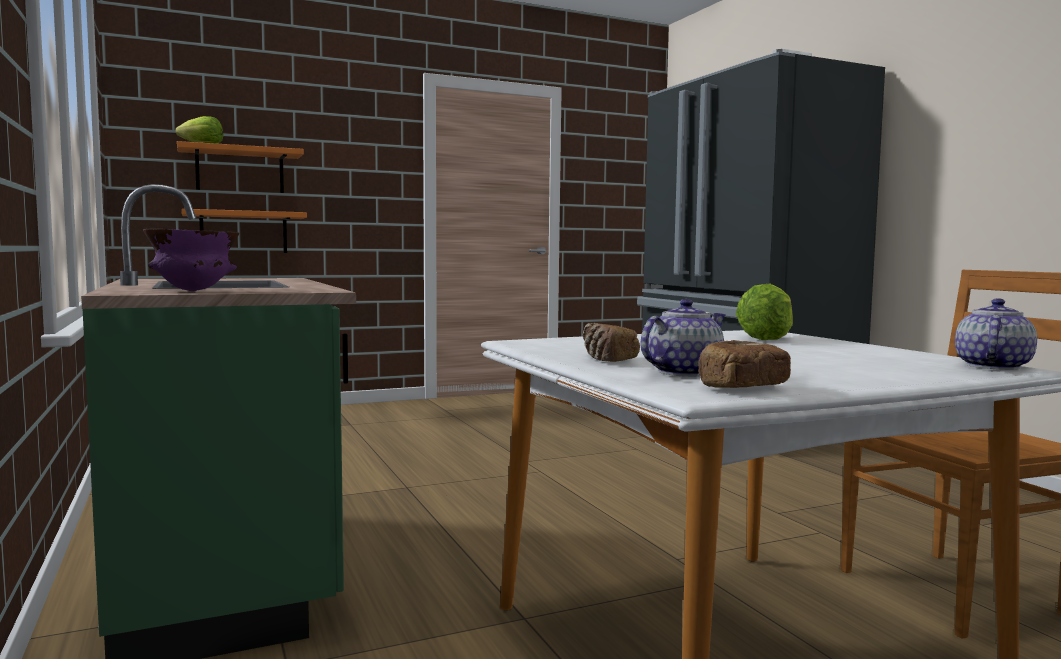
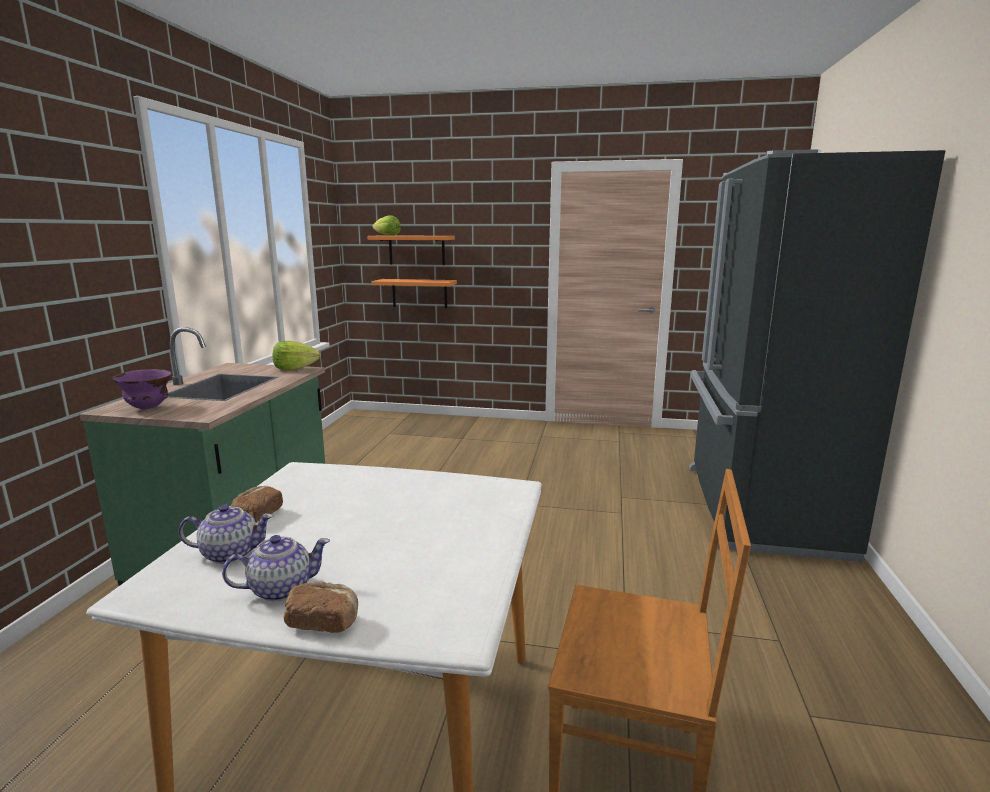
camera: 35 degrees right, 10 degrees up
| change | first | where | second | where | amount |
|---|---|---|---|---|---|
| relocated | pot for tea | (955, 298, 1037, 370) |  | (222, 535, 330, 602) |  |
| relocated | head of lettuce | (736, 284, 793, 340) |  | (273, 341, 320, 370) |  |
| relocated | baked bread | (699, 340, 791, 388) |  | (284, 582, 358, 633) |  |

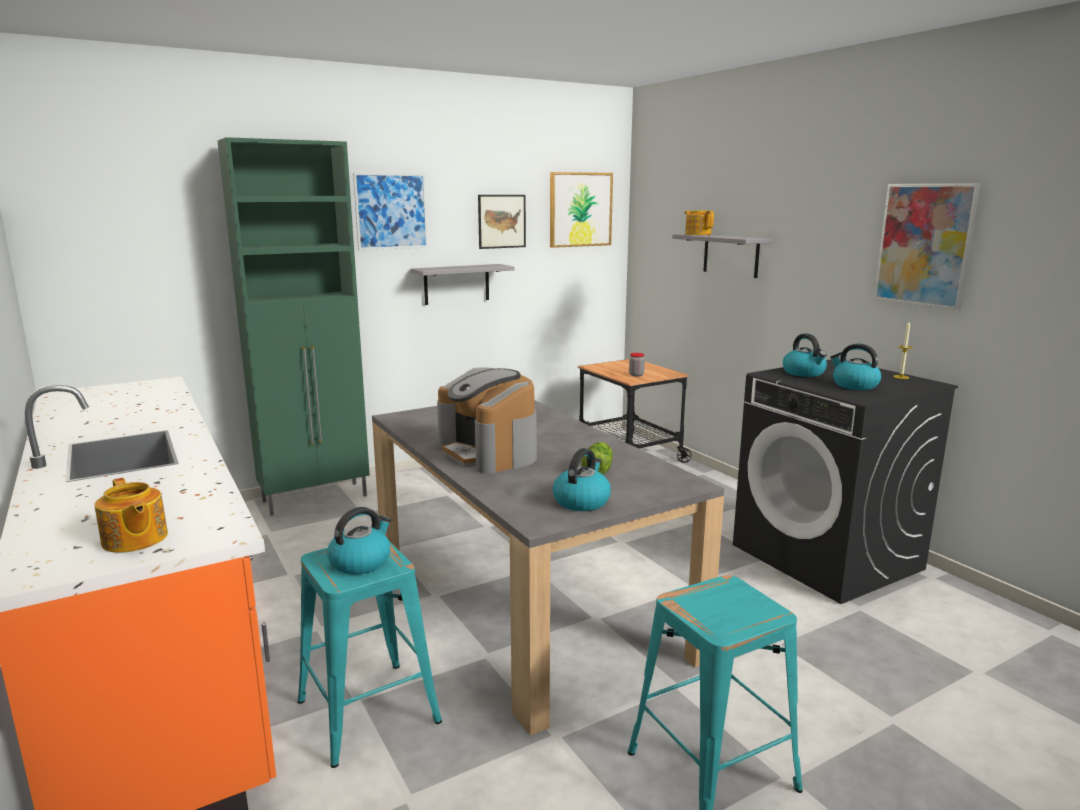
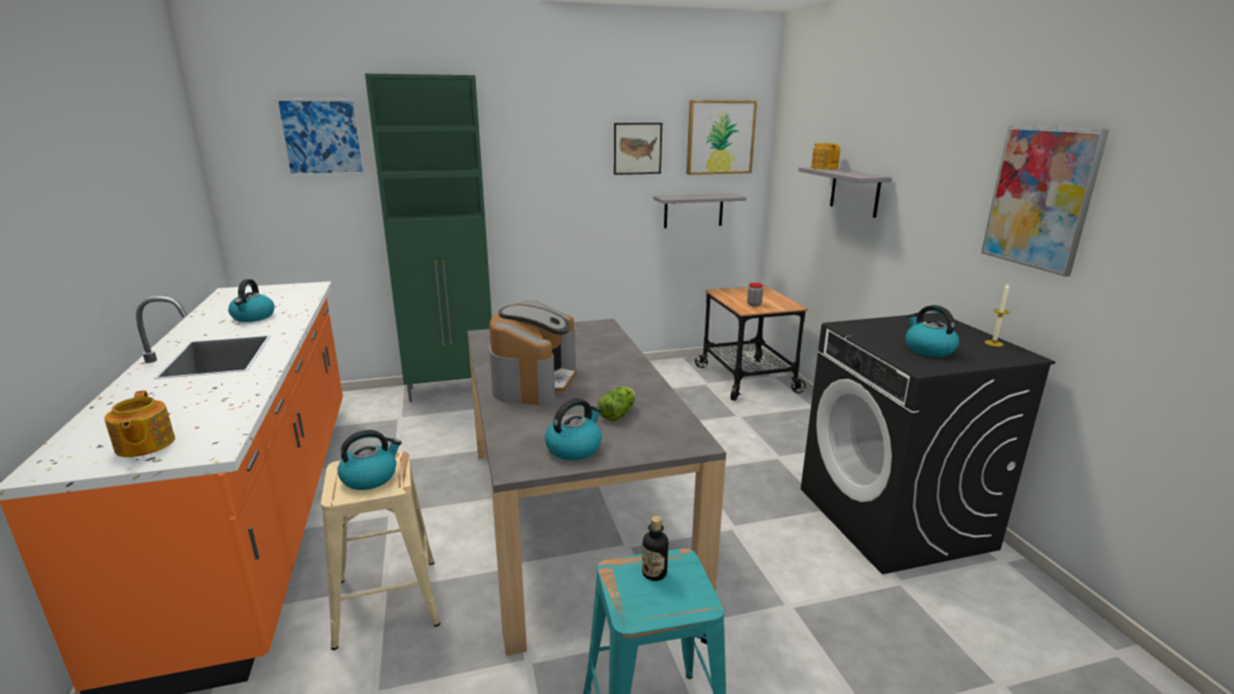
camera: 15 degrees right, 5 degrees up
| change | first | where | second | where | amount |
|---|---|---|---|---|---|
| relocated | tea kettle | (783, 333, 827, 377) |  | (228, 279, 274, 322) |  |
| relocated | picture | (353, 172, 428, 250) |  | (275, 98, 366, 176) |  |
| colour | turquoise-coloured sitting stool | (298, 541, 442, 768) | sand-coloured sitting stool | (321, 452, 440, 650) |  |
| spun | coffee brewer | (437, 367, 537, 474) |  | (489, 301, 577, 406) | 150 degrees counterclockwise |
| appeared |  |  | bottle | (642, 516, 668, 581) |  |
| relocated | gray bracket shelf | (410, 264, 514, 305) |  | (653, 193, 747, 228) |  |

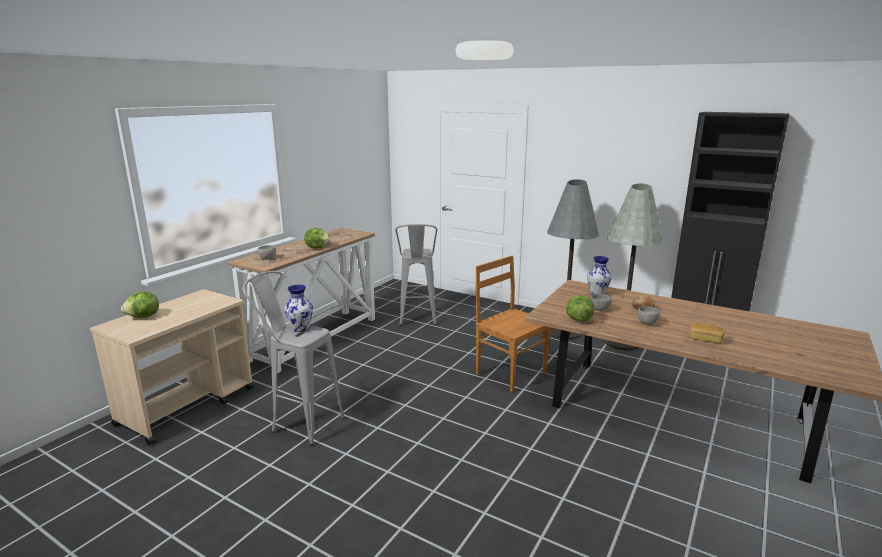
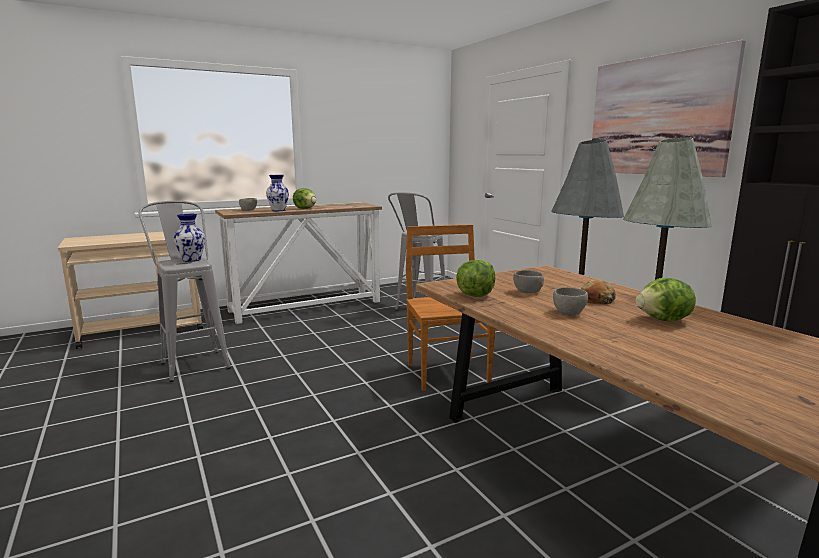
camera: 30 degrees right, 5 degrees down
| change | first | where | second | where | amount |
|---|---|---|---|---|---|
| relocated | vase | (587, 256, 612, 295) |  | (266, 175, 289, 211) |  |
| appeared |  |  | picture | (592, 40, 746, 177) |  |
| relocated | head of lettuce | (121, 291, 159, 318) |  | (635, 278, 696, 322) |  |
| missing | baked bread | (690, 323, 725, 344) |  |  |  |

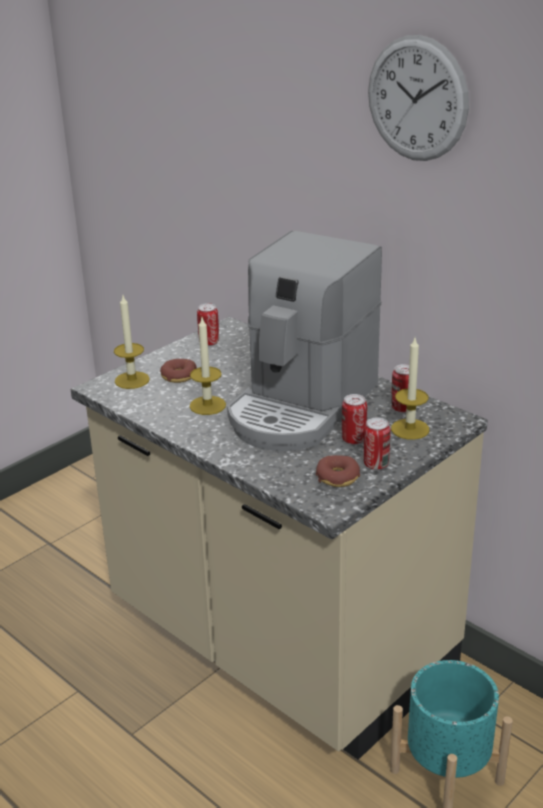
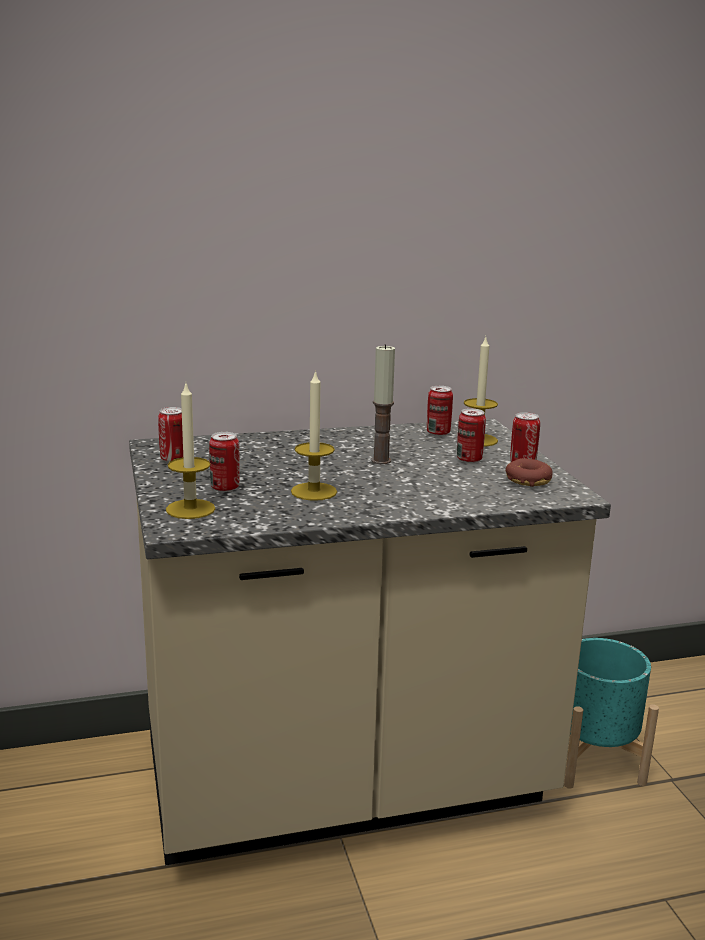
camera: 60 degrees left, 10 degrees down
| change | first | where | second | where | amount |
|---|---|---|---|---|---|
| exchanged | doughnut | (160, 359, 197, 383) | can | (209, 432, 240, 492) |  |
| exchanged | coffee brewer | (227, 231, 382, 451) | wax candle | (371, 344, 395, 464) |  |
| missing | wall clock | (368, 35, 469, 161) |  |  |  |

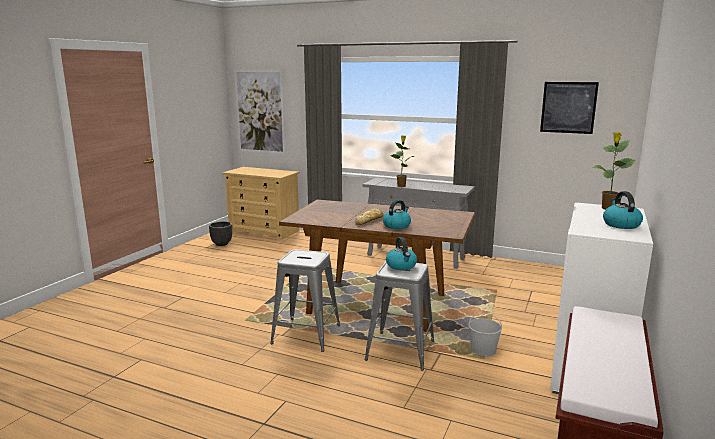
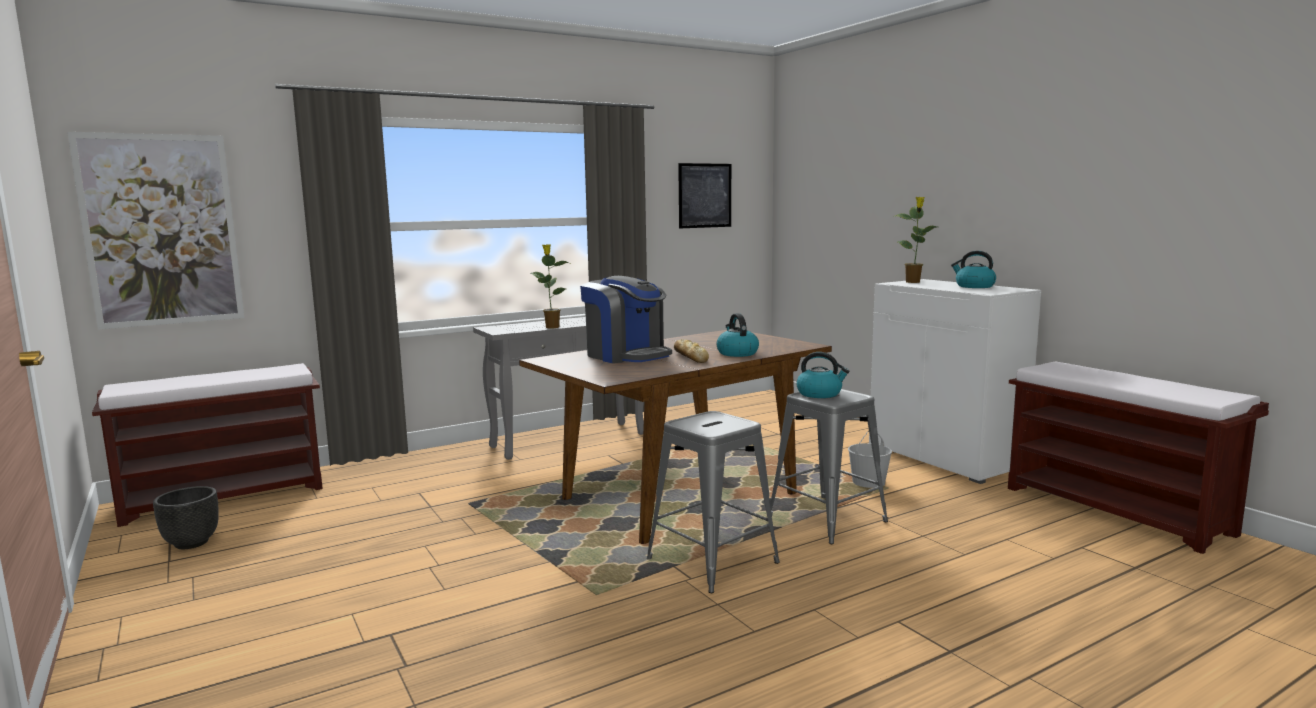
camera: 55 degrees left, 5 degrees down
| change | first | where | second | where | amount |
|---|---|---|---|---|---|
| exchanged | sand-coloured dresser | (222, 167, 300, 240) | brown bench | (92, 363, 323, 527) |  |
| appeared |  |  | coffee brewer | (580, 276, 672, 363) |  |

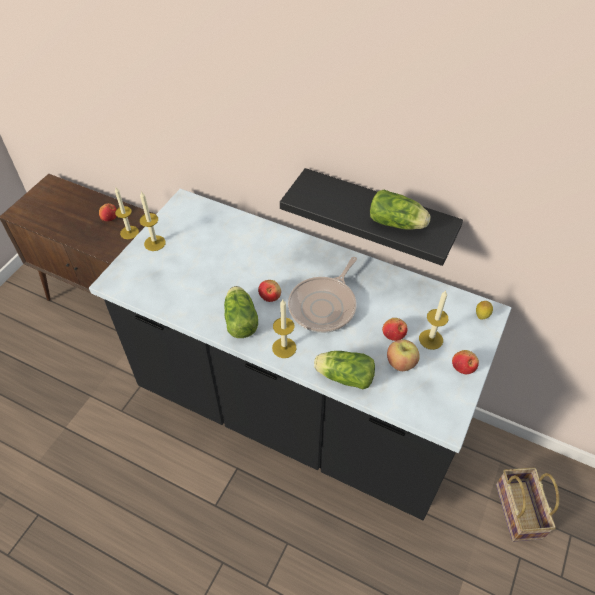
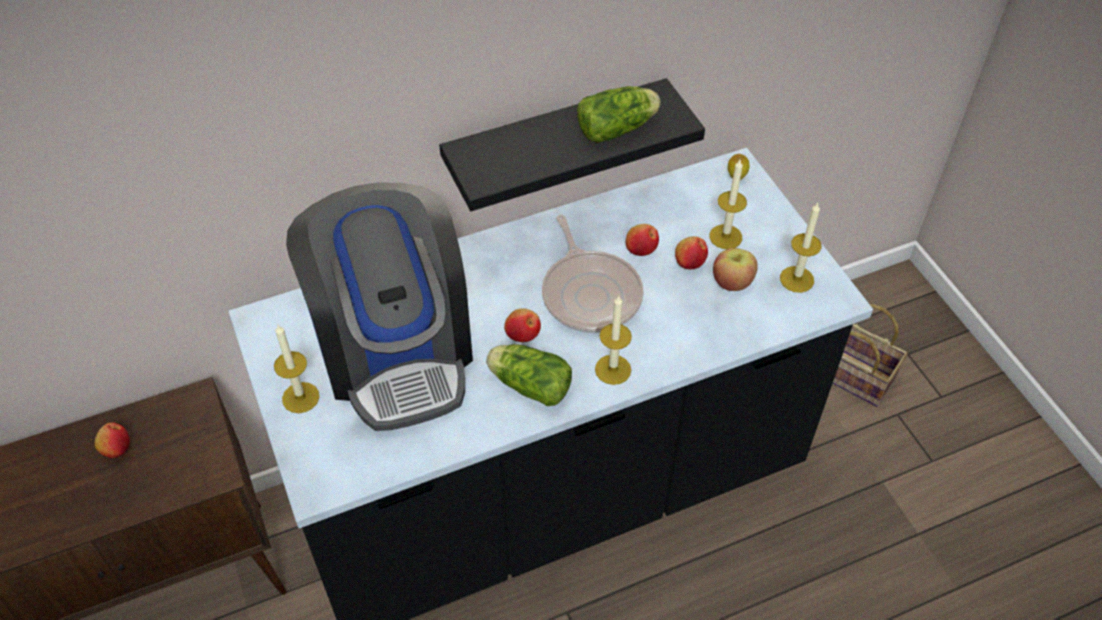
camera: 50 degrees left, 0 degrees up
| change | first | where | second | where | amount |
|---|---|---|---|---|---|
| appeared |  |  | coffee brewer | (286, 182, 473, 431) |  |
| relocated | whole apple | (452, 350, 479, 374) |  | (626, 224, 659, 256) |  |
| relocated | wax candle | (115, 188, 139, 239) |  | (780, 203, 822, 293) |  |
| missing | head of lettuce | (314, 351, 375, 389) |  |  |  |

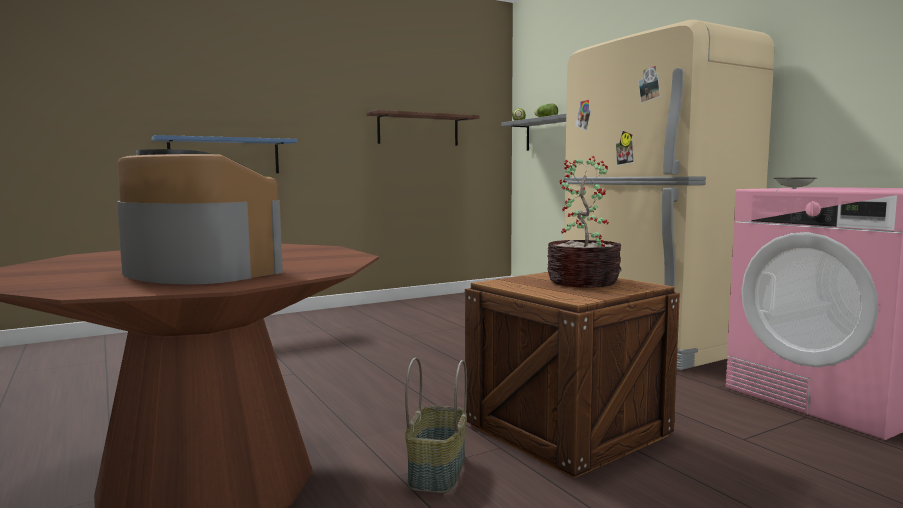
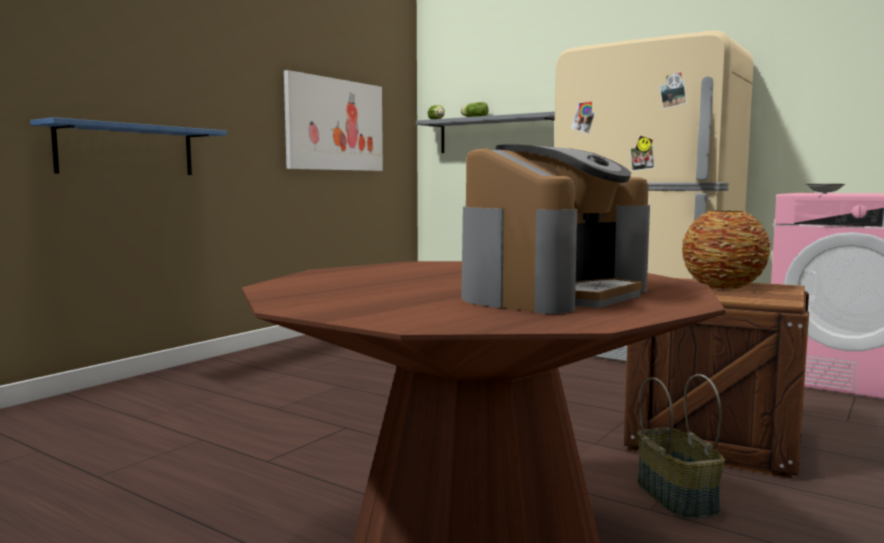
camera: 25 degrees left, 0 degrees up
| change | first | where | second | where | amount |
|---|---|---|---|---|---|
| exchanged | brown bracket shelf | (366, 110, 479, 146) | picture | (284, 70, 383, 171) |  |
| spun | coffee brewer | (117, 149, 283, 285) |  | (461, 144, 650, 314) | 120 degrees clockwise |
| exchanged | houseplant | (547, 156, 621, 288) | vase | (682, 210, 770, 289) |  |

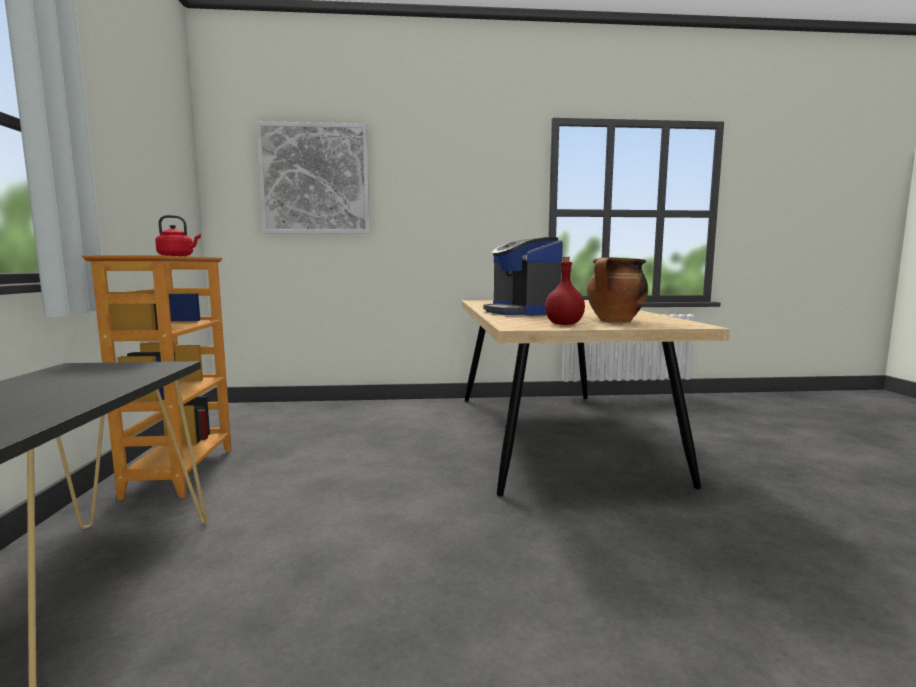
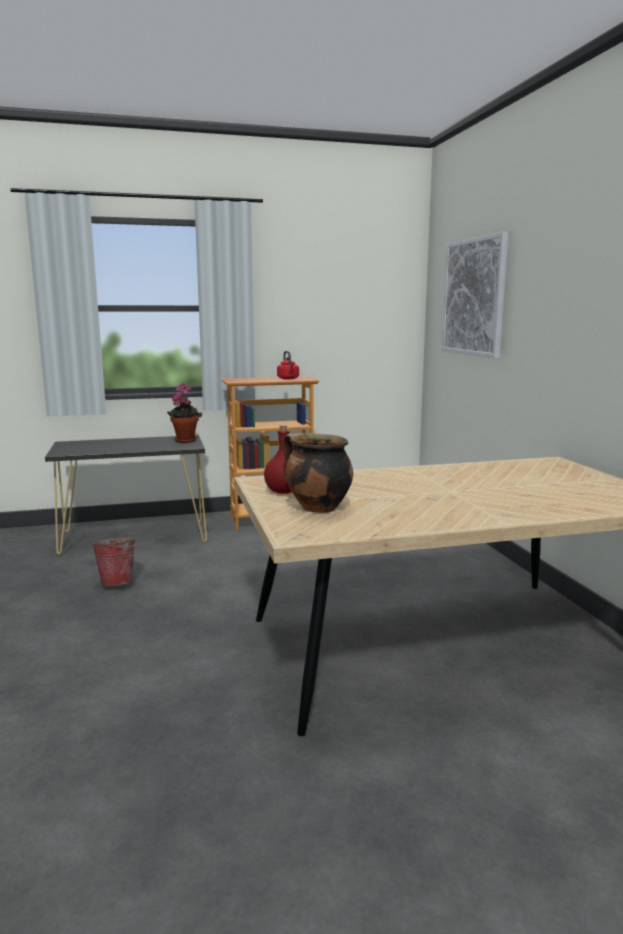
camera: 80 degrees right, 5 degrees up
| change | first | where | second | where | amount |
|---|---|---|---|---|---|
| appeared |  |  | pail | (91, 535, 139, 586) |  |
| appeared |  |  | houseplant | (167, 383, 202, 443) |  |
| missing | coffee brewer | (483, 237, 563, 316) |  |  |  |

